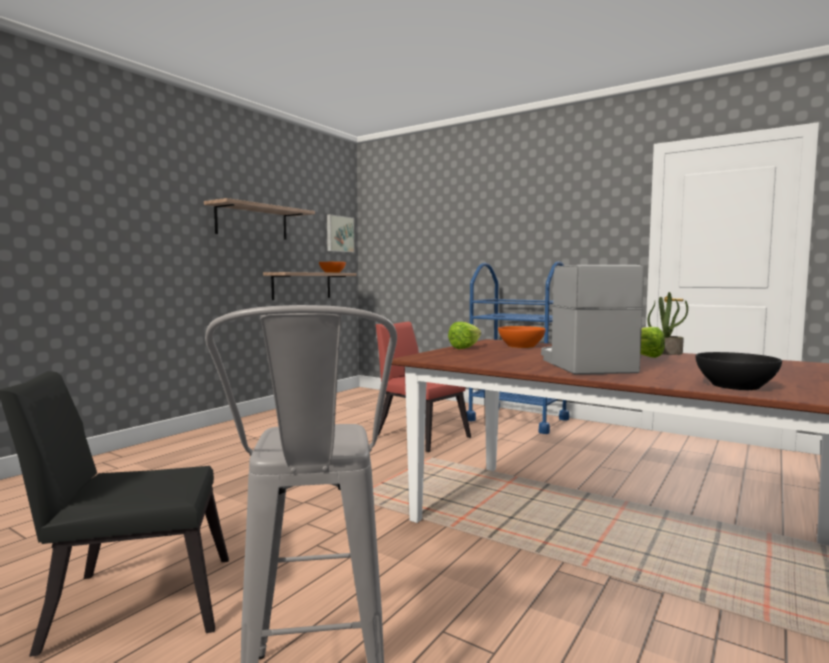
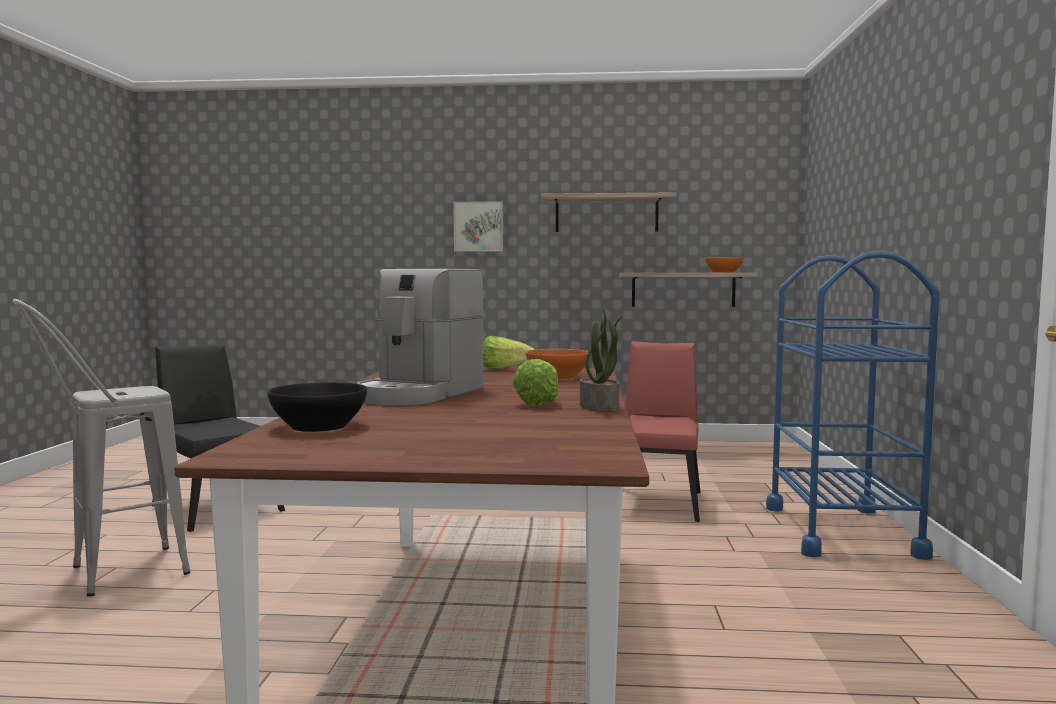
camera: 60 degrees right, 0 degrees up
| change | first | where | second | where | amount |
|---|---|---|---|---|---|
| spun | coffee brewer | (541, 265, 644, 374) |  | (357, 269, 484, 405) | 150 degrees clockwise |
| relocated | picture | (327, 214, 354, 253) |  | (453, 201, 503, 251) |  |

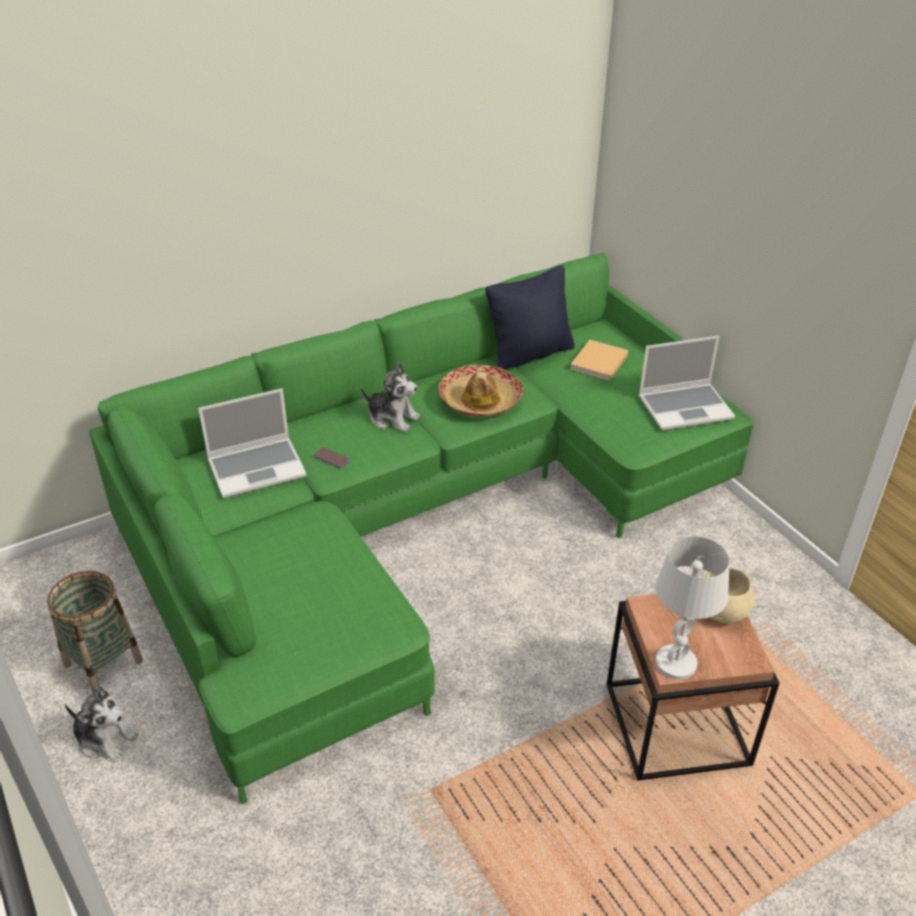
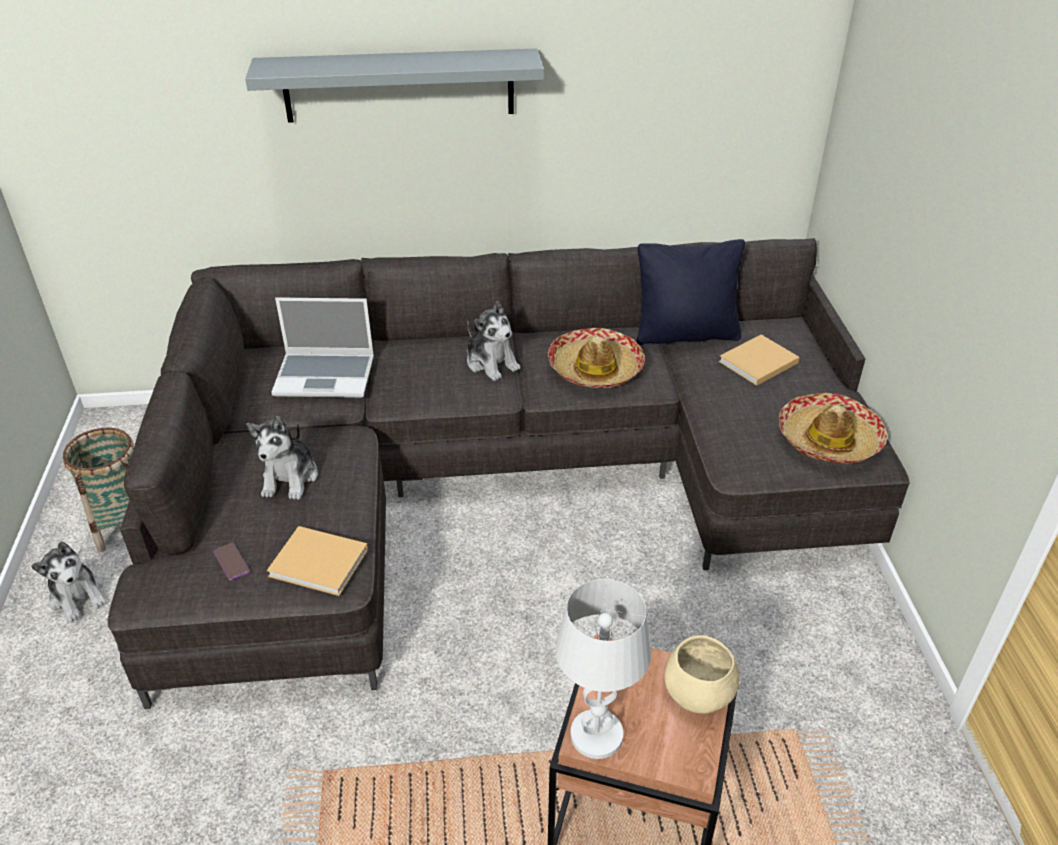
camera: 25 degrees right, 0 degrees up
| change | first | where | second | where | amount |
|---|---|---|---|---|---|
| colour | greenish couch | (89, 252, 754, 804) | gray couch | (108, 238, 910, 709) |  |
| relocated | handset | (314, 448, 350, 468) |  | (213, 542, 250, 581) |  |
| appeared |  |  | gray bracket shelf | (245, 48, 544, 123) |  |
| appeared |  |  | soft toy | (246, 416, 318, 500) |  |
| appeared |  |  | sand-coloured bound book | (267, 526, 368, 596) |  |
| exchanged | laptop | (638, 336, 735, 431) | wearable hat | (779, 393, 887, 463) |  |

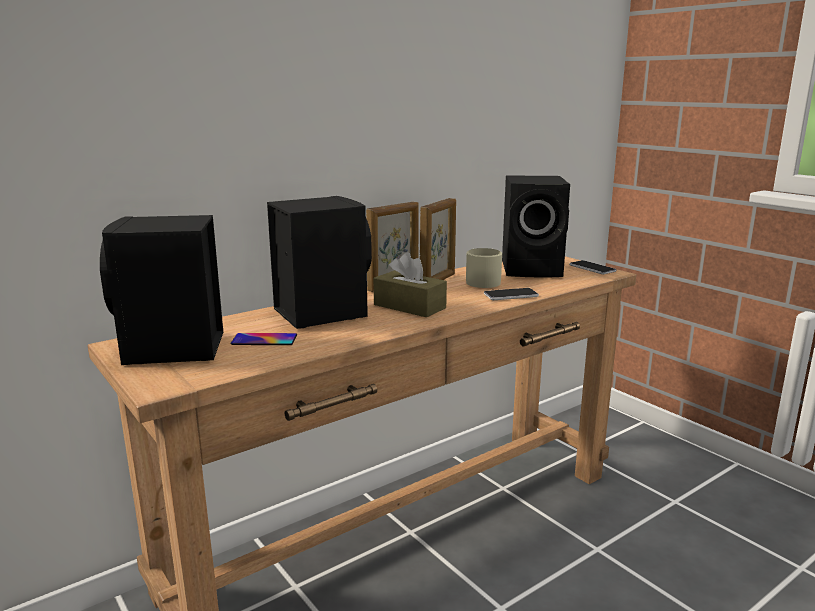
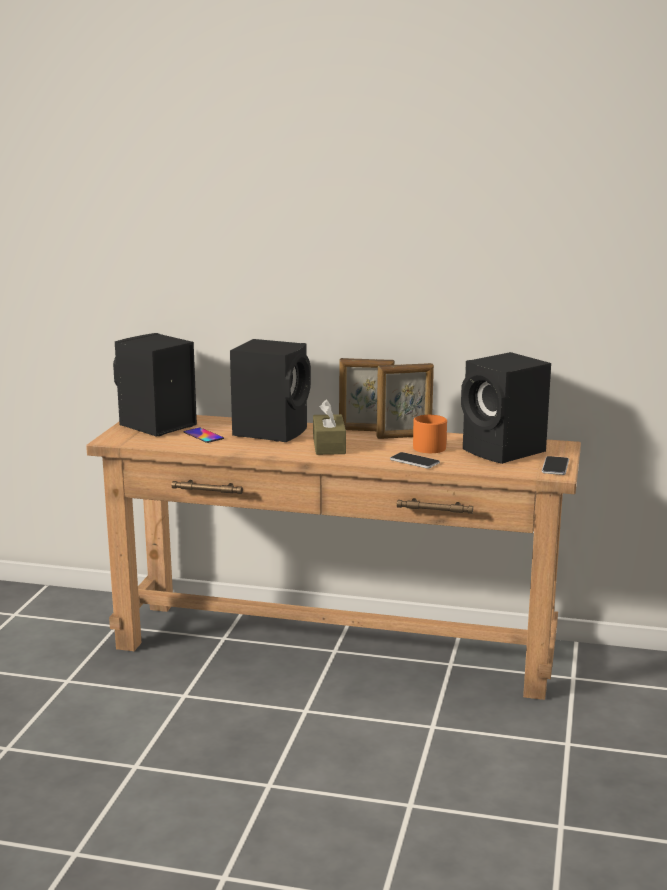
camera: 50 degrees right, 0 degrees up
| change | first | where | second | where | amount |
|---|---|---|---|---|---|
| colour | sand-coloured coffee mug | (466, 248, 502, 288) | orange coffee mug | (413, 415, 447, 453) |  |

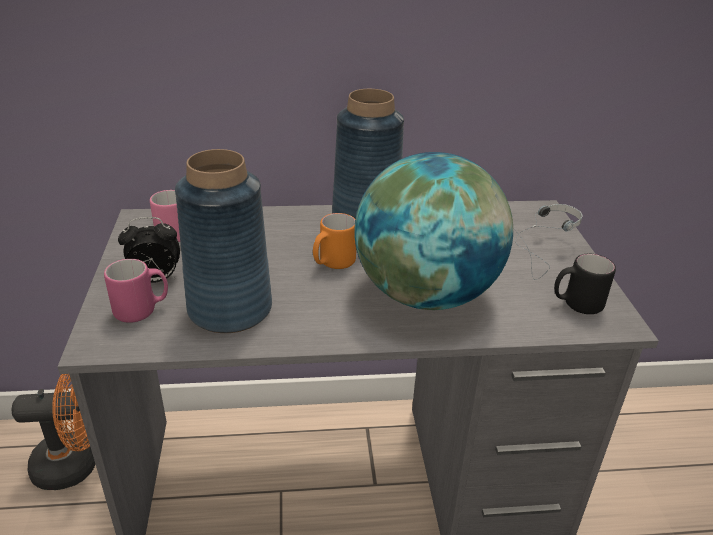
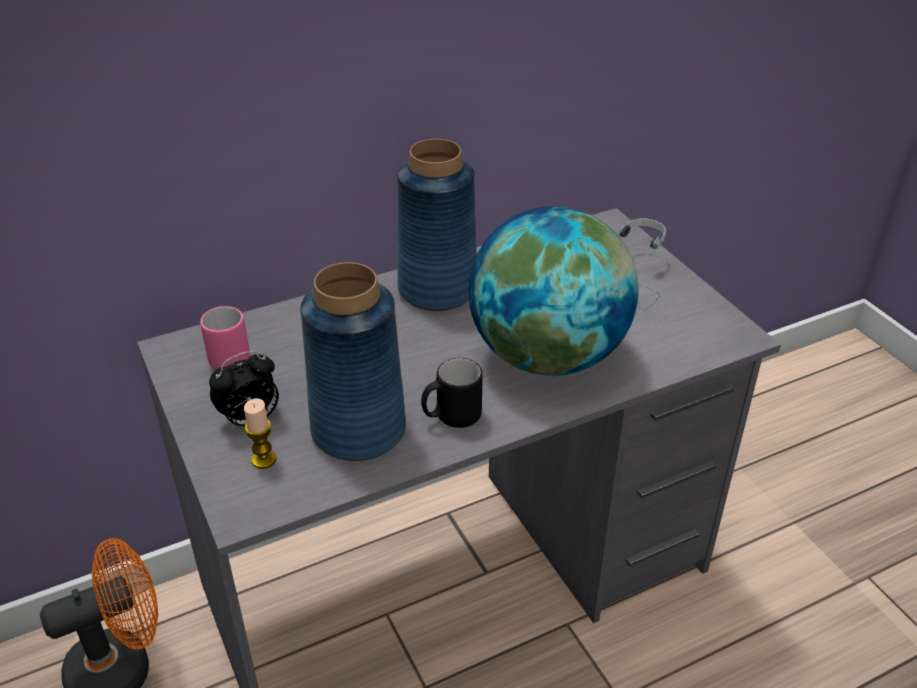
camera: 20 degrees left, 5 degrees up
| change | first | where | second | where | amount |
|---|---|---|---|---|---|
| exchanged | pink coffee mug | (104, 259, 168, 323) | wax candle | (244, 398, 276, 469) |  |
| relocated | black coffee mug | (554, 254, 616, 314) |  | (421, 358, 483, 428) |  |
| missing | orange coffee mug | (313, 213, 356, 269) |  |  |  |

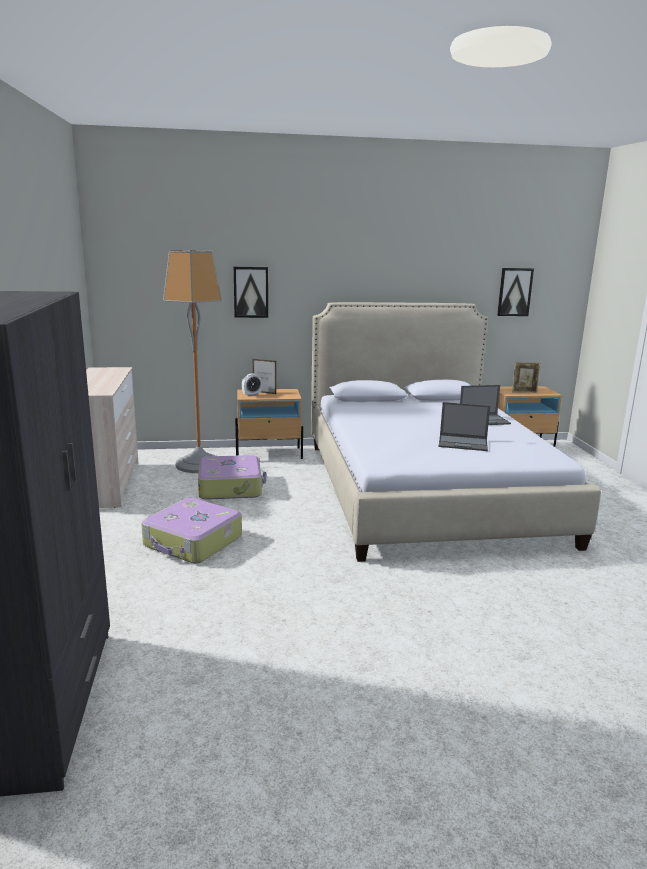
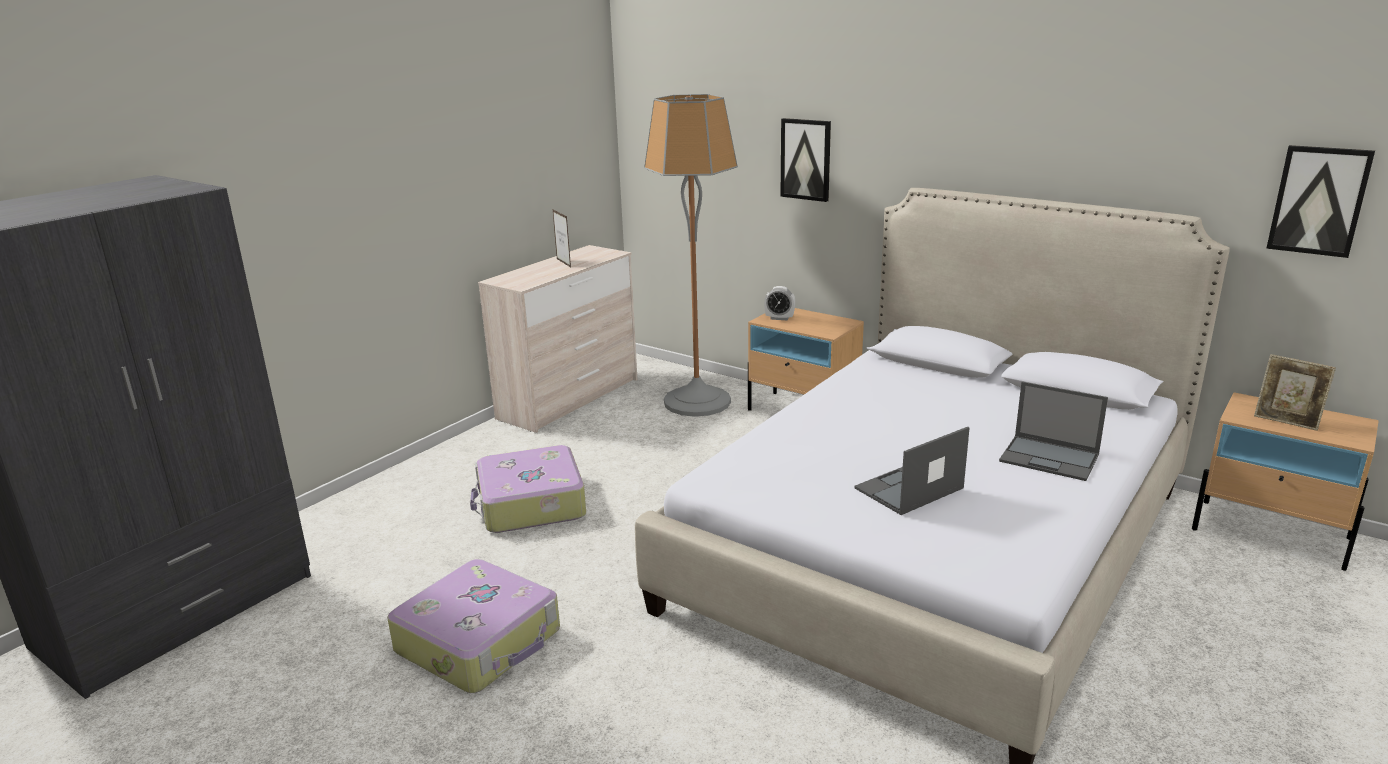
camera: 45 degrees right, 5 degrees up
| change | first | where | second | where | amount |
|---|---|---|---|---|---|
| relocated | travel case | (198, 455, 267, 500) |  | (387, 559, 560, 693) |  |
| relocated | standing frame | (253, 359, 276, 394) |  | (553, 210, 571, 268) |  |
| spun | laptop | (439, 402, 490, 451) |  | (854, 427, 970, 515) | 90 degrees clockwise |

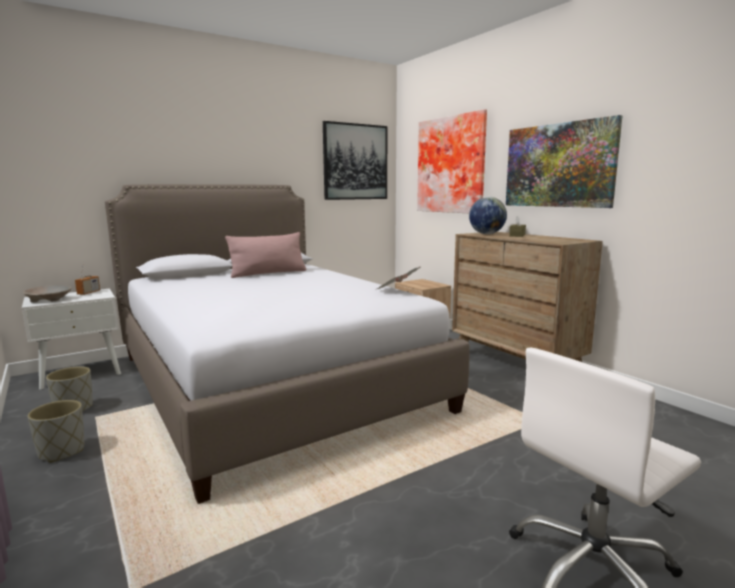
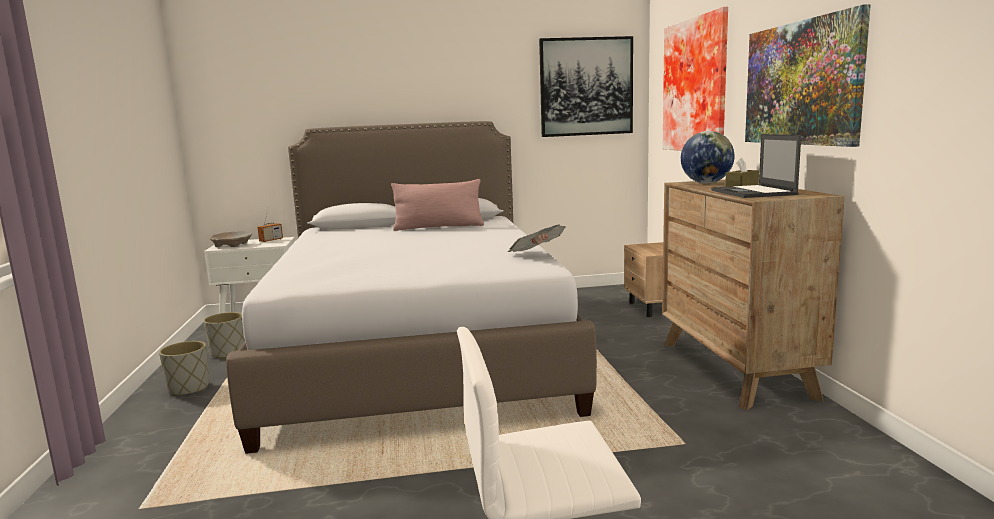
camera: 25 degrees right, 0 degrees up
| change | first | where | second | where | amount |
|---|---|---|---|---|---|
| appeared |  |  | laptop | (711, 134, 801, 198) |  |

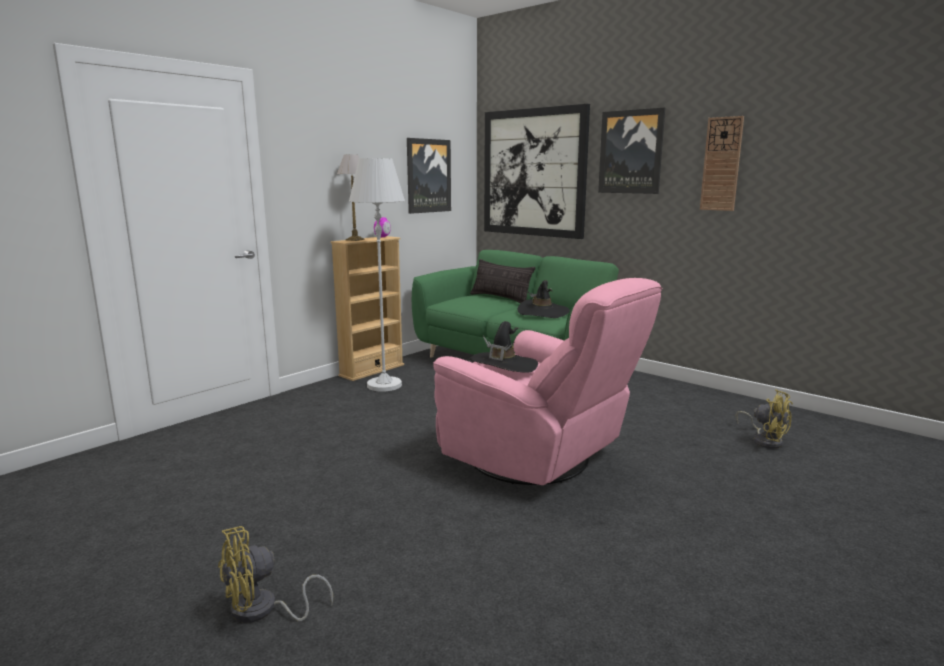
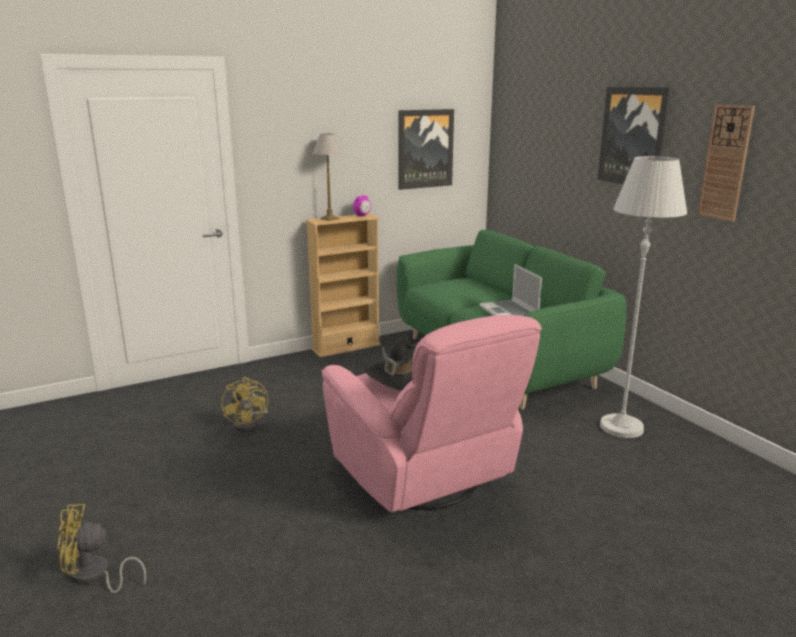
camera: 20 degrees right, 5 degrees up
| change | first | where | second | where | amount |
|---|---|---|---|---|---|
| relocated | yellowish fan | (736, 389, 793, 449) |  | (221, 377, 268, 432) |  |
| exchanged | black wearable hat | (518, 280, 570, 318) | laptop | (479, 264, 542, 316) |  |
| relocated | whitish standing lamp | (349, 158, 405, 392) |  | (600, 156, 687, 438) |  |
| missing | pillow | (470, 259, 535, 304) |  |  |  |
| missing | picture | (484, 104, 590, 239) |  |  |  |

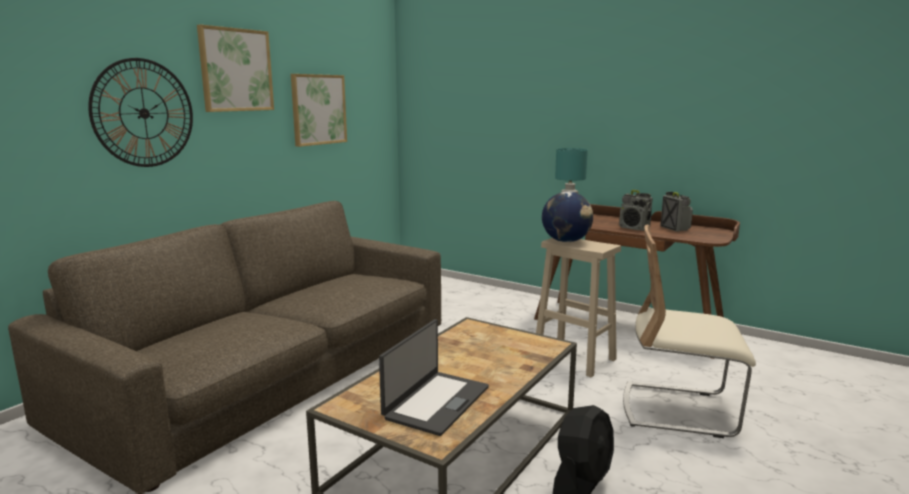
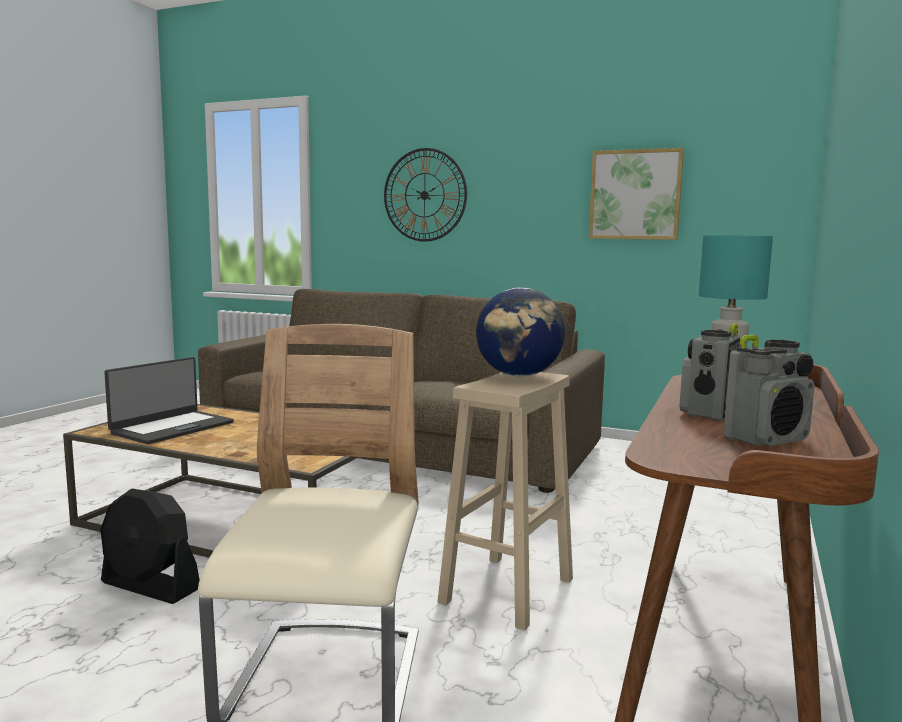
camera: 80 degrees right, 5 degrees down
| change | first | where | second | where | amount |
|---|---|---|---|---|---|
| spun | laptop | (379, 319, 489, 436) |  | (104, 357, 234, 444) | 75 degrees counterclockwise |
| missing | picture | (197, 24, 274, 112) |  |  |  |

